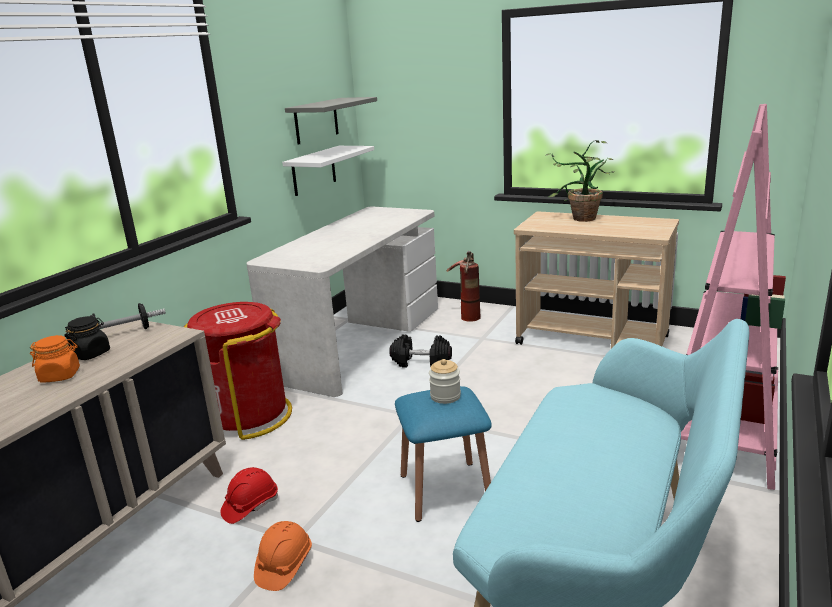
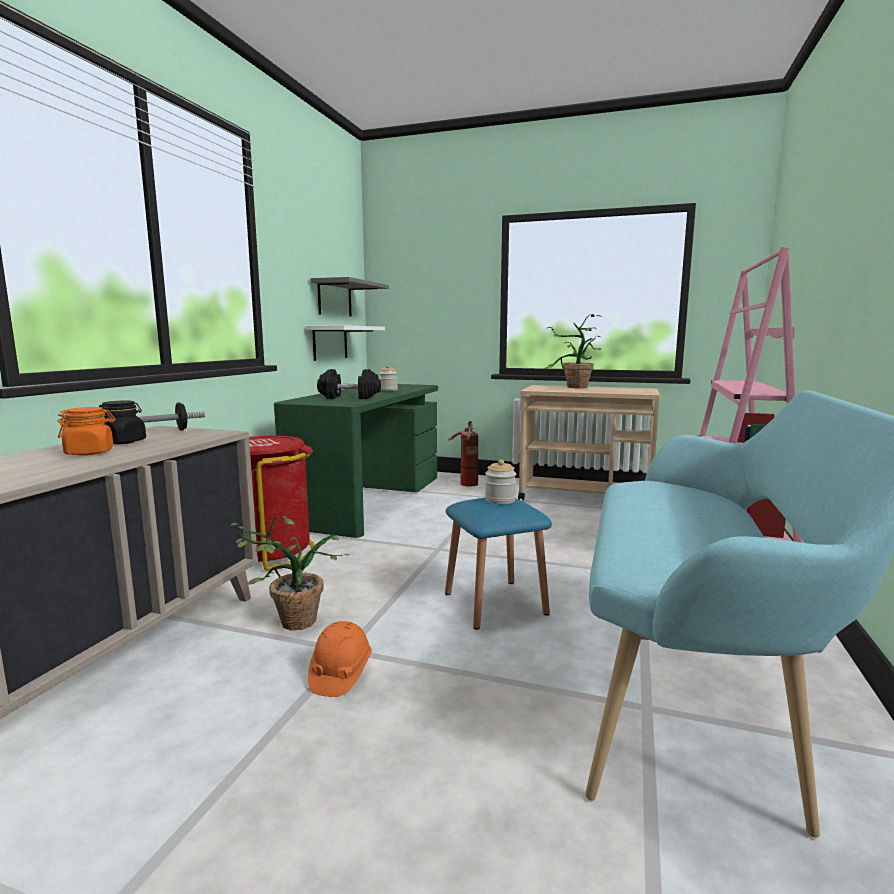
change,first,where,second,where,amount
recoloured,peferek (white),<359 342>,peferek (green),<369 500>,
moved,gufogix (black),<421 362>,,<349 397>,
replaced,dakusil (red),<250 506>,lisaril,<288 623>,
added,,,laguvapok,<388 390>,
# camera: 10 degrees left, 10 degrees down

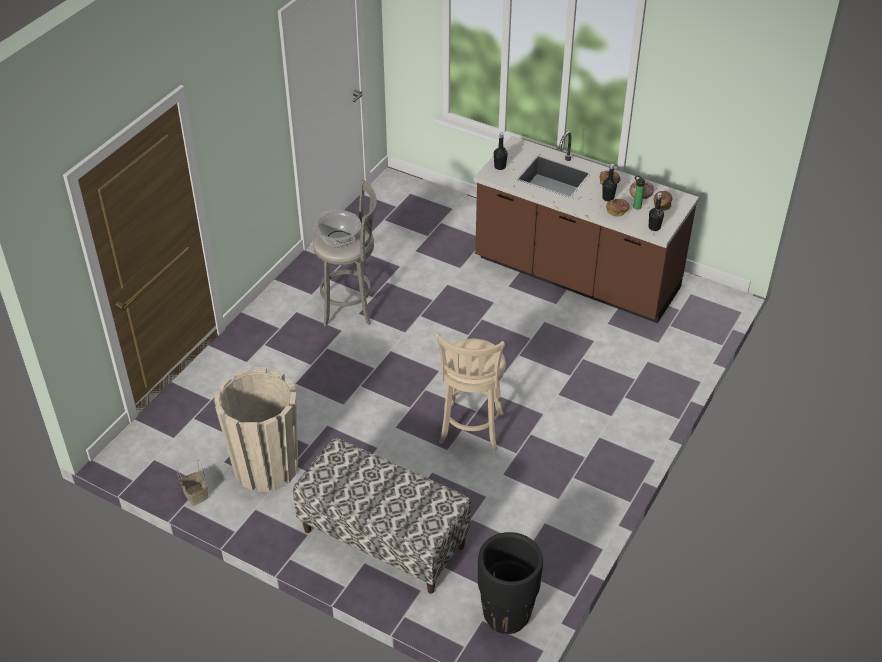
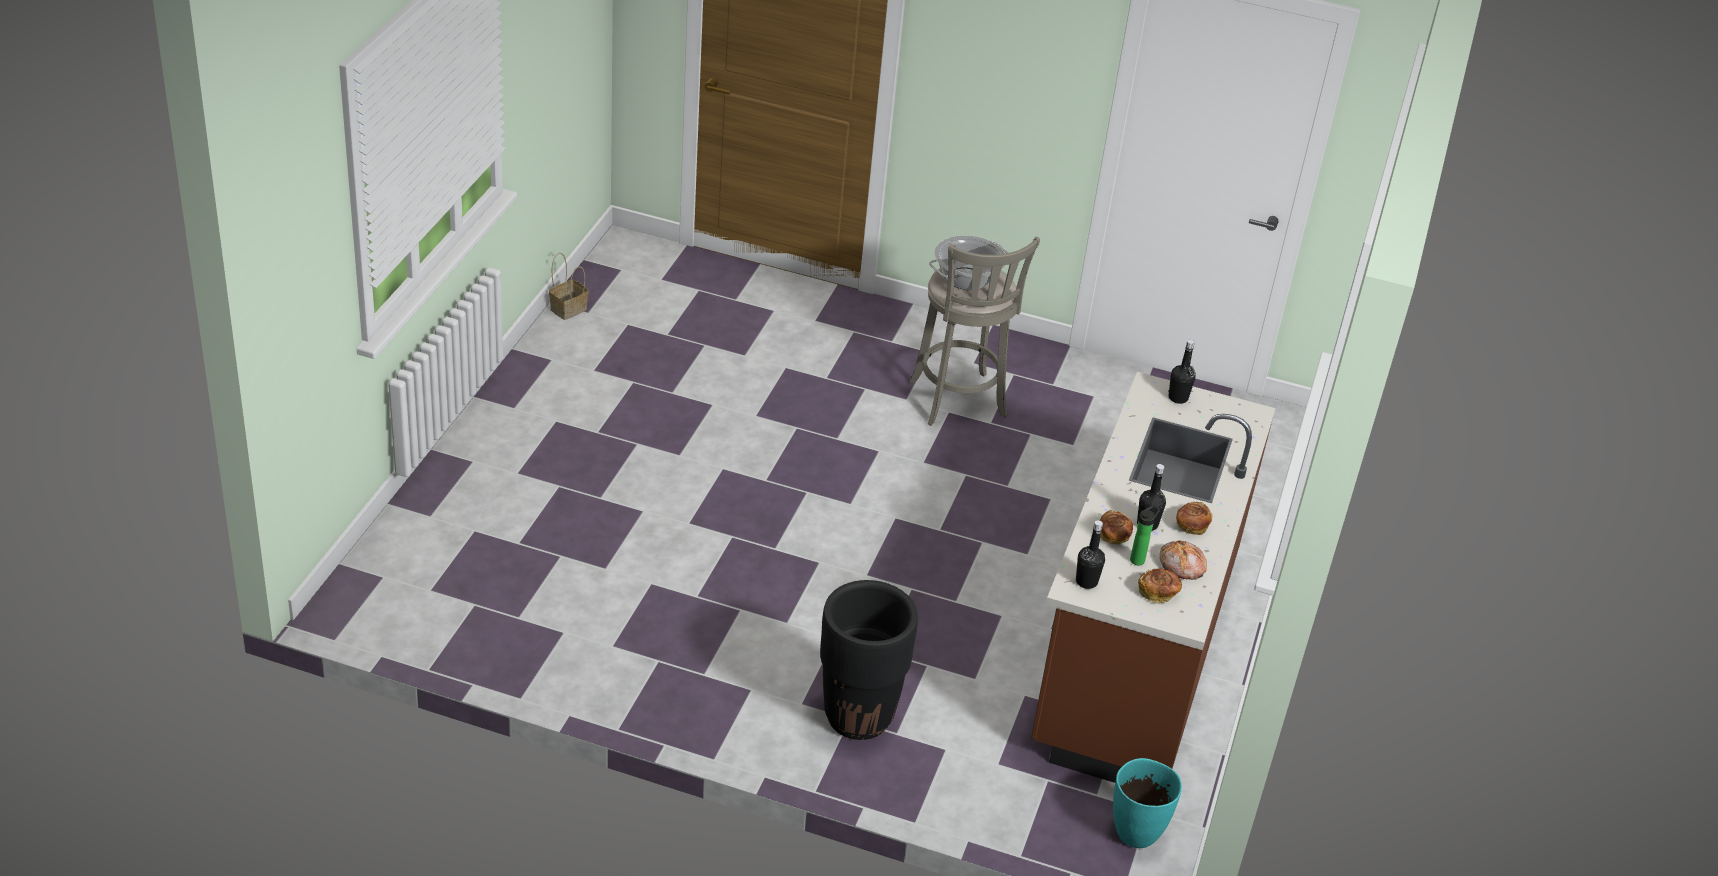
change,first,where,second,where,amount
removed,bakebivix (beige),<470 431>,,,
removed,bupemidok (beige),<266 466>,,,
removed,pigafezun,<383 539>,,,
moved,bupemidok (black),<507 616>,,<858 717>,
added,,,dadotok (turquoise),<1136 832>,
# camera: 75 degrees right, 5 degrees down

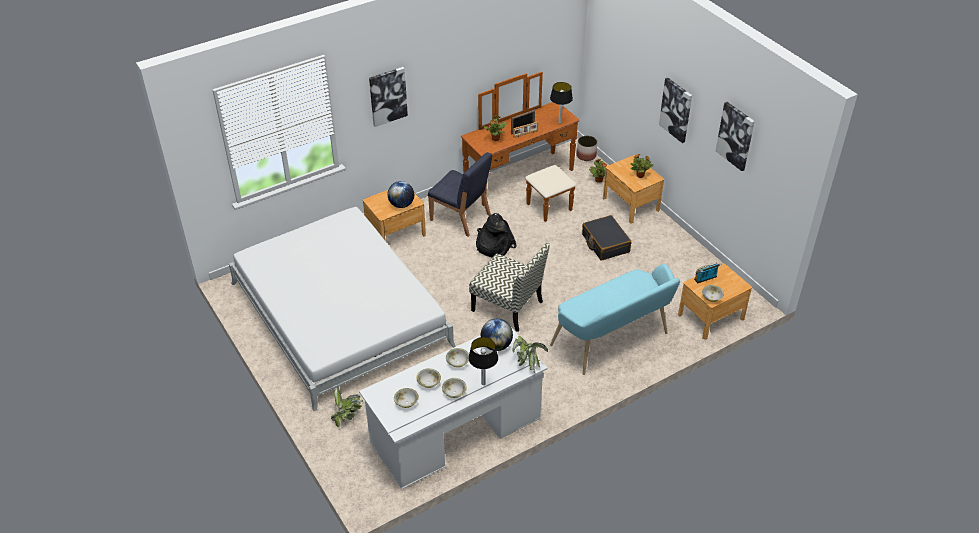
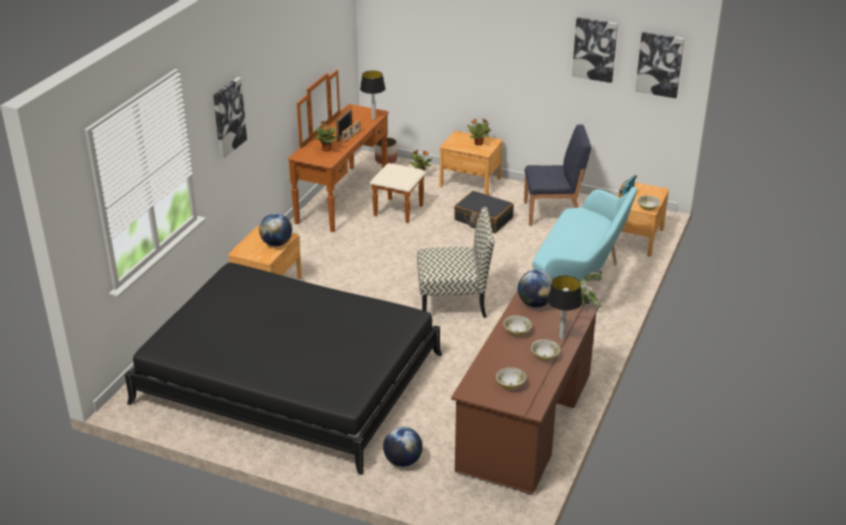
change,first,where,second,where,amount
moved,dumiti,<676 109>,,<659 64>,
moved,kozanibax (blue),<460 217>,,<553 213>,
recoloured,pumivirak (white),<340 314>,pumivirak (black),<289 378>,
removed,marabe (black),<493 245>,,,
recoloured,peferek (white),<456 432>,peferek (brown),<526 422>,
removed,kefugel,<429 382>,,,
replaced,lisaril,<347 416>,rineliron,<403 461>,
# camera: 35 degrees left, 10 degrees down

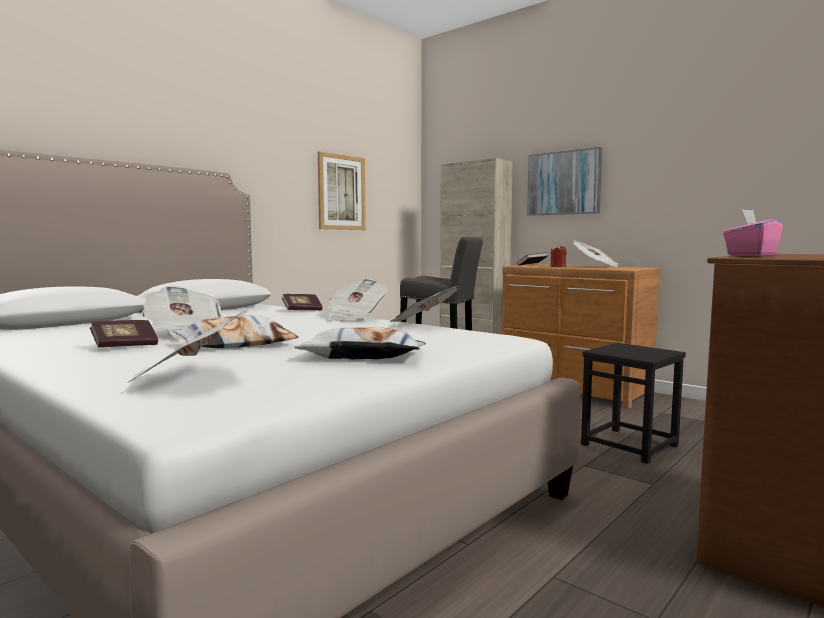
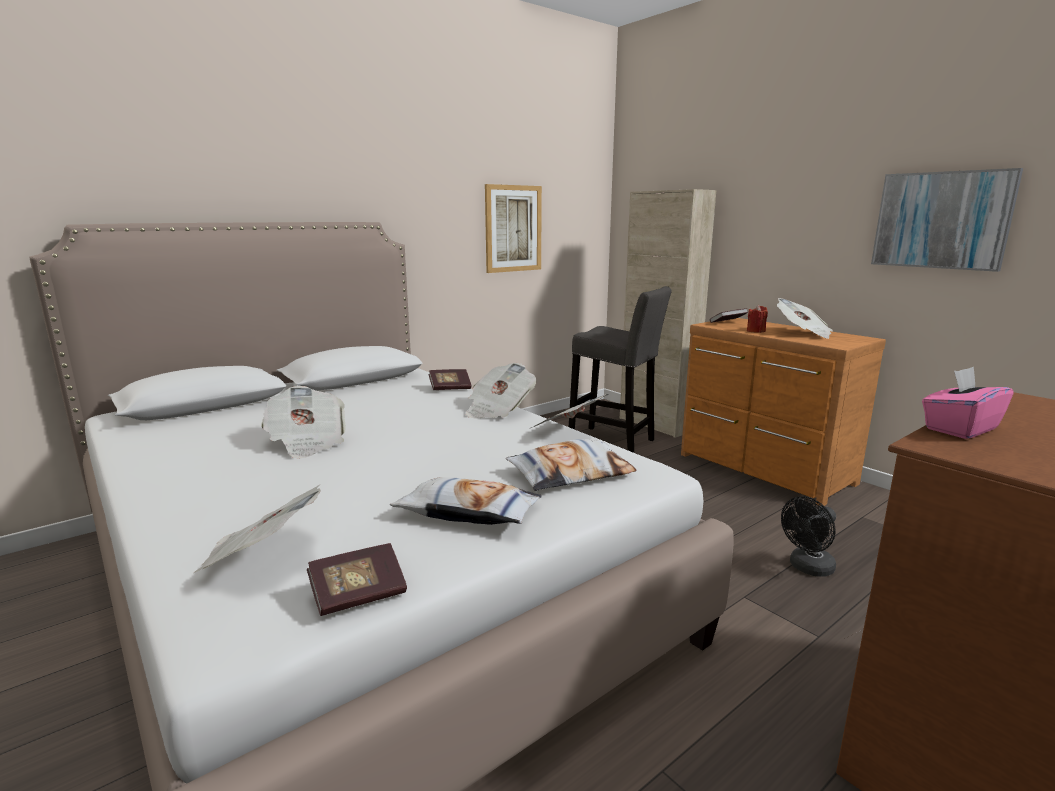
change,first,where,second,where,amount
moved,dumiti,<564 183>,,<941 220>,
moved,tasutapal,<237 344>,,<571 473>,
moved,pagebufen,<125 346>,,<359 595>,
replaced,bakebivix (black),<630 445>,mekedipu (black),<807 568>,
# camera: 10 degrees right, 10 degrees up

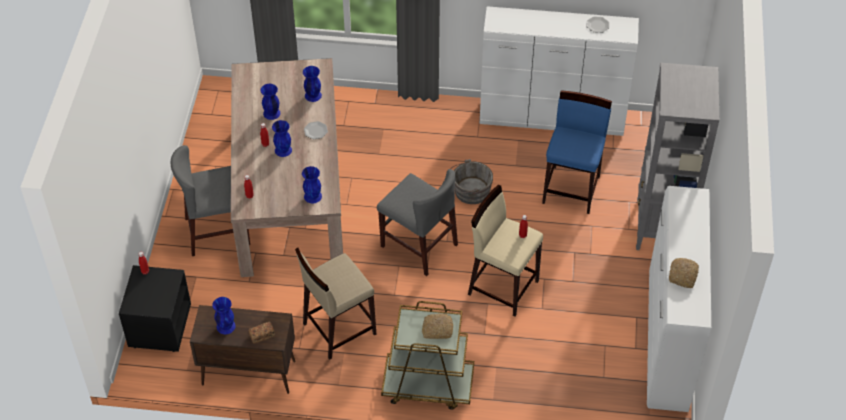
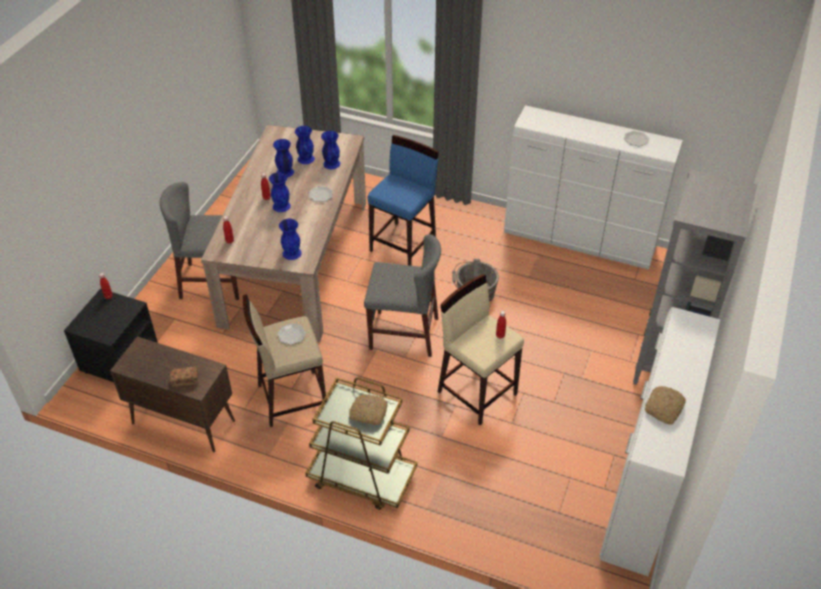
change,first,where,second,where,amount
moved,bakebivix (blue),<572 189>,,<403 245>,
turned,kozanibax (grey),<419 245>,,<404 333>,45 degrees counterclockwise
moved,dadotok (blue),<225 326>,,<305 158>,
added,,,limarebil,<291 335>,
# camera: 15 degrees right, 5 degrees down

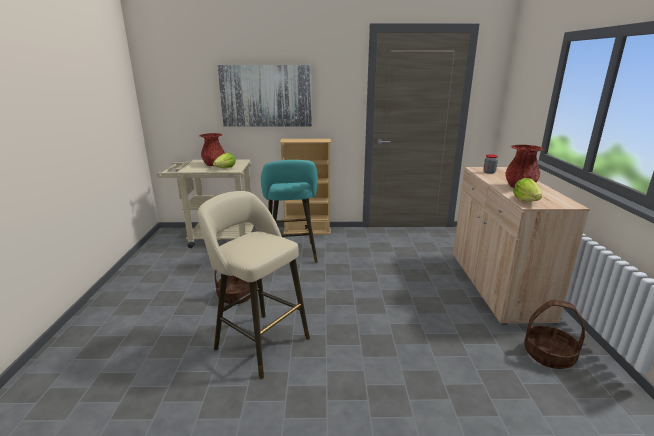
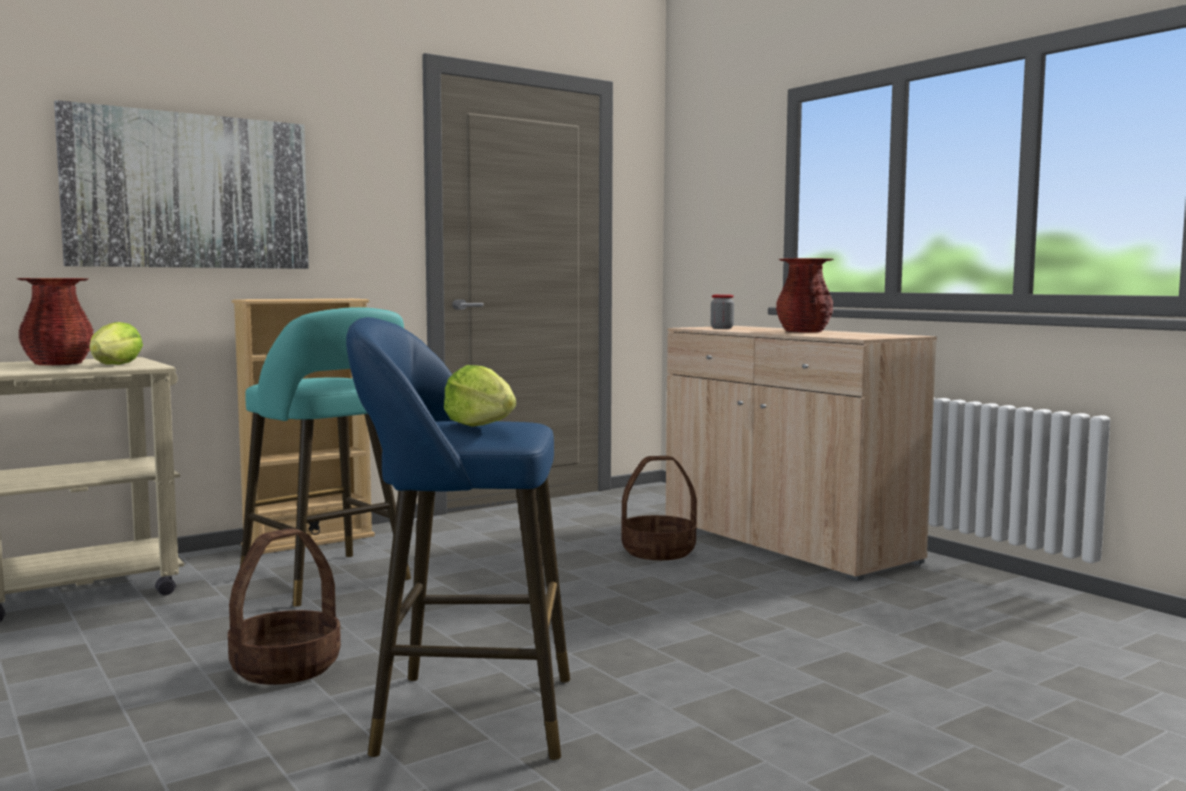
change,first,where,second,where,amount
moved,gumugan,<526 201>,,<481 426>,
recoloured,bakebivix (beige),<258 341>,bakebivix (blue),<462 715>,
moved,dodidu,<549 355>,,<658 551>,
# camera: 35 degrees left, 15 degrees down

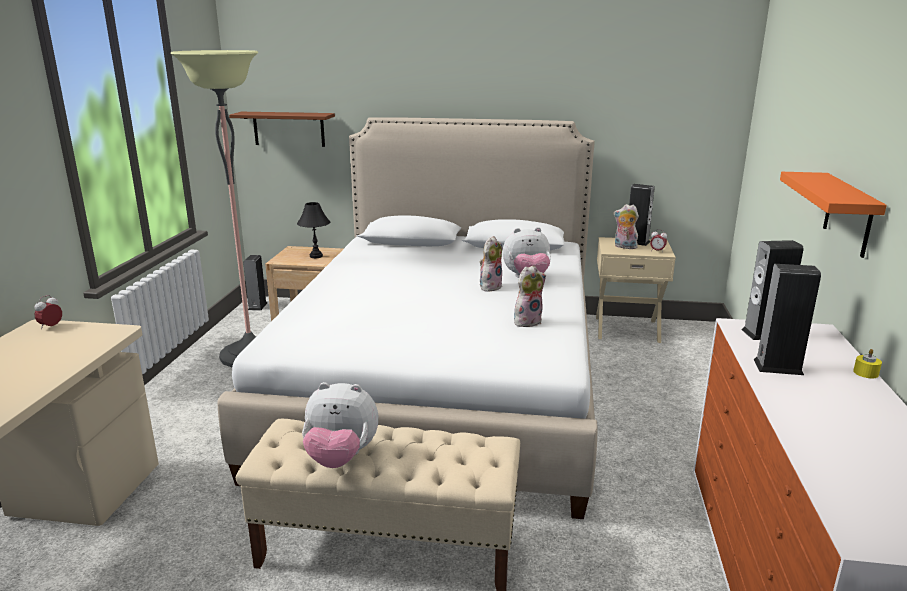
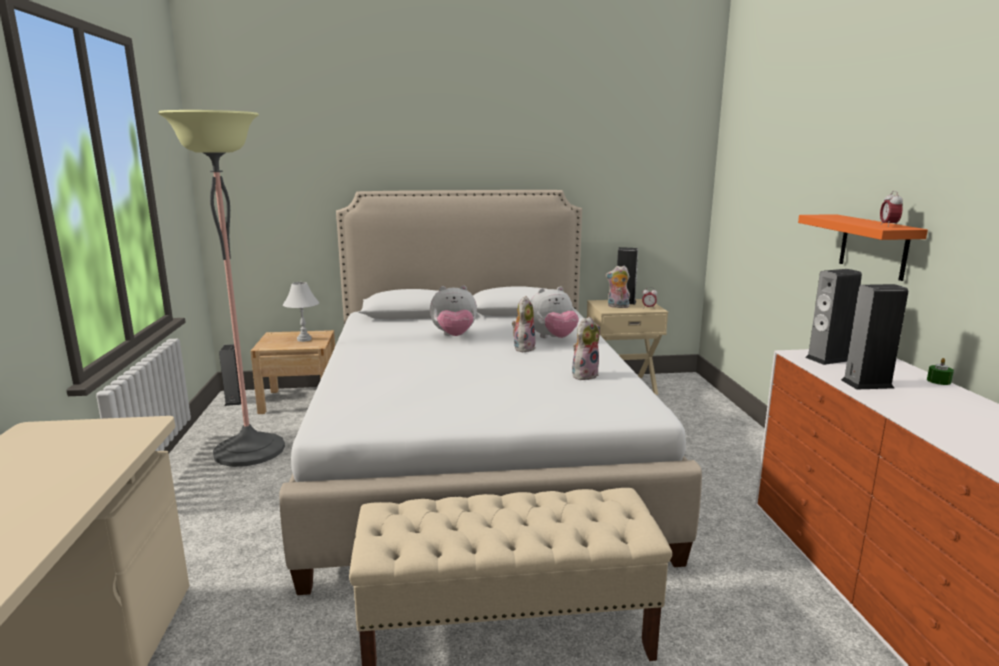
change,first,where,second,where,amount
removed,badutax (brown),<289 129>,,,
recoloured,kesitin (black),<316 256>,kesitin (white),<304 339>,
moved,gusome,<51 327>,,<888 226>,
recoloured,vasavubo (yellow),<865 373>,vasavubo (green),<938 381>,
moved,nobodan,<341 458>,,<454 336>,
# camera: 15 degrees left, 5 degrees down

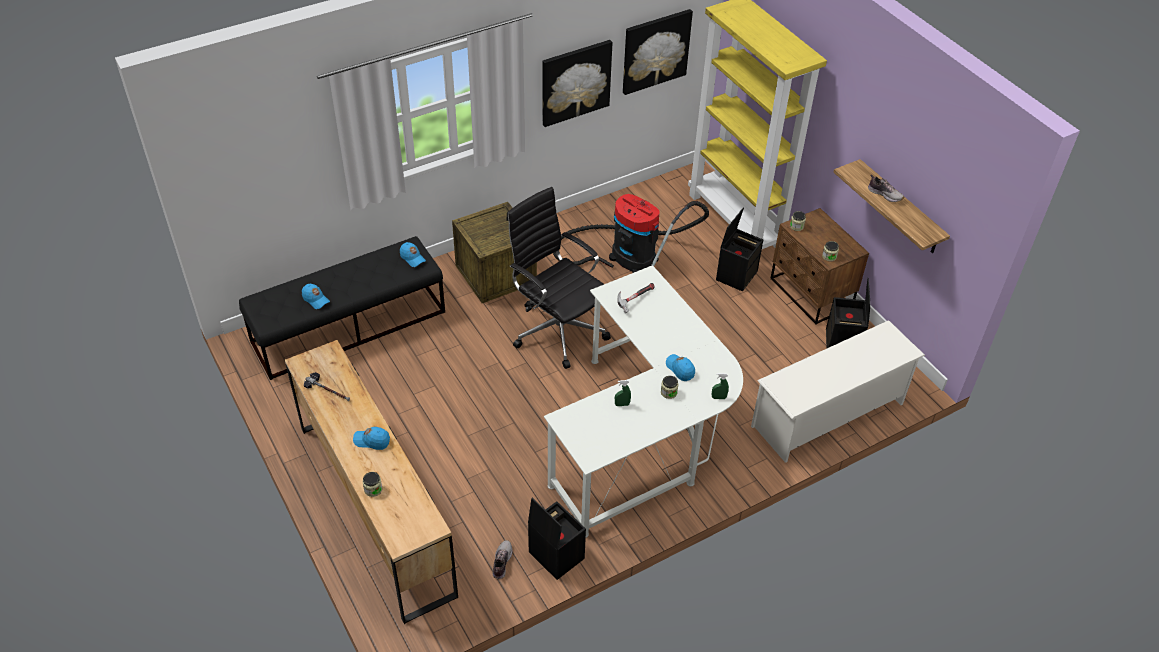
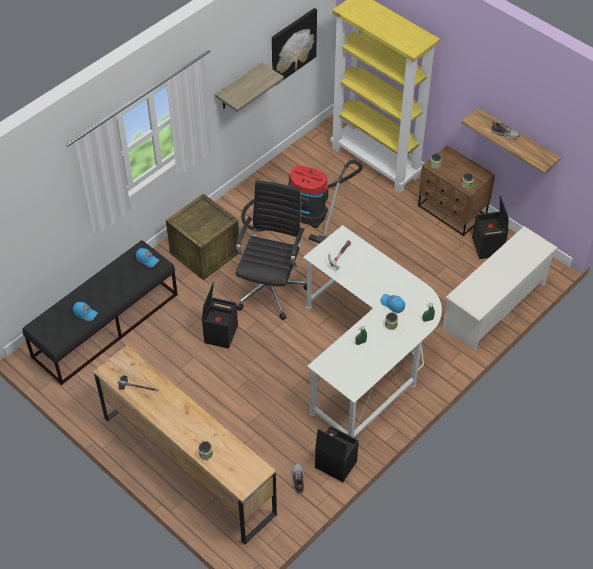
change,first,where,second,where,amount
replaced,dumiti,<575 82>,badutax,<239 87>,
turned,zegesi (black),<557 329>,,<271 287>,75 degrees clockwise
moved,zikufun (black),<736 275>,,<220 333>,
removed,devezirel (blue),<372 441>,,,
# camera: 15 degrees left, 5 degrees up

